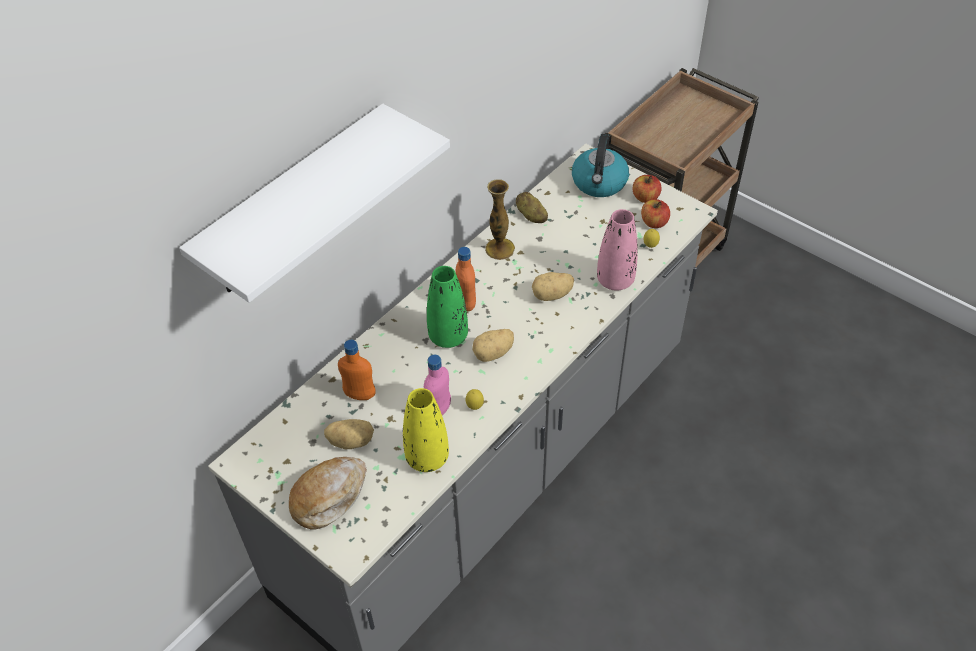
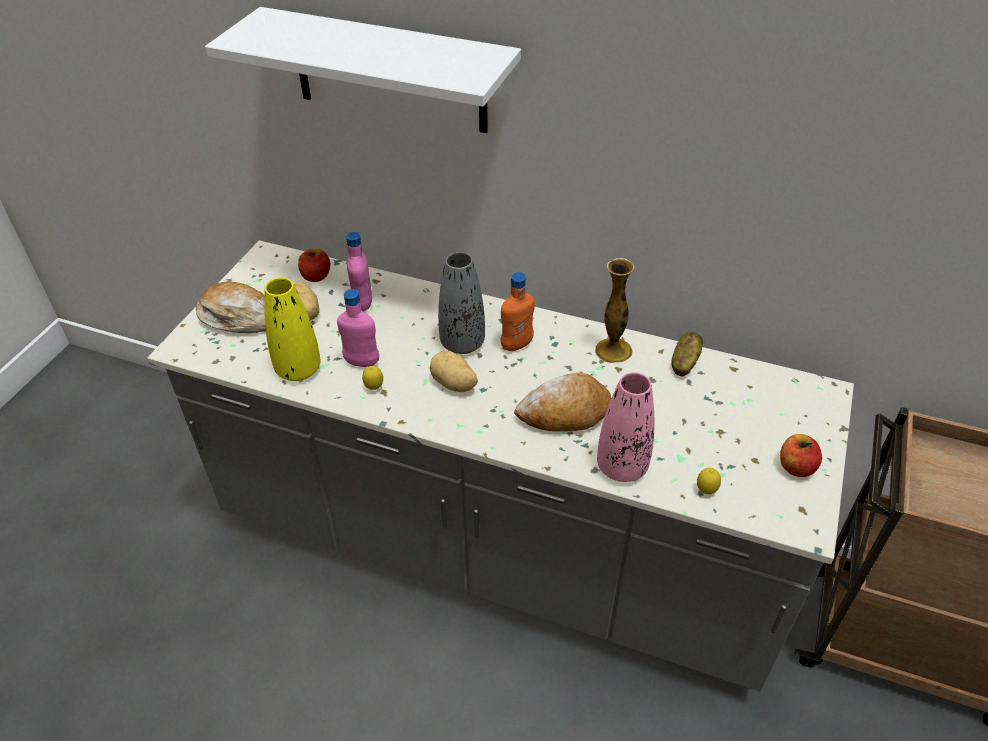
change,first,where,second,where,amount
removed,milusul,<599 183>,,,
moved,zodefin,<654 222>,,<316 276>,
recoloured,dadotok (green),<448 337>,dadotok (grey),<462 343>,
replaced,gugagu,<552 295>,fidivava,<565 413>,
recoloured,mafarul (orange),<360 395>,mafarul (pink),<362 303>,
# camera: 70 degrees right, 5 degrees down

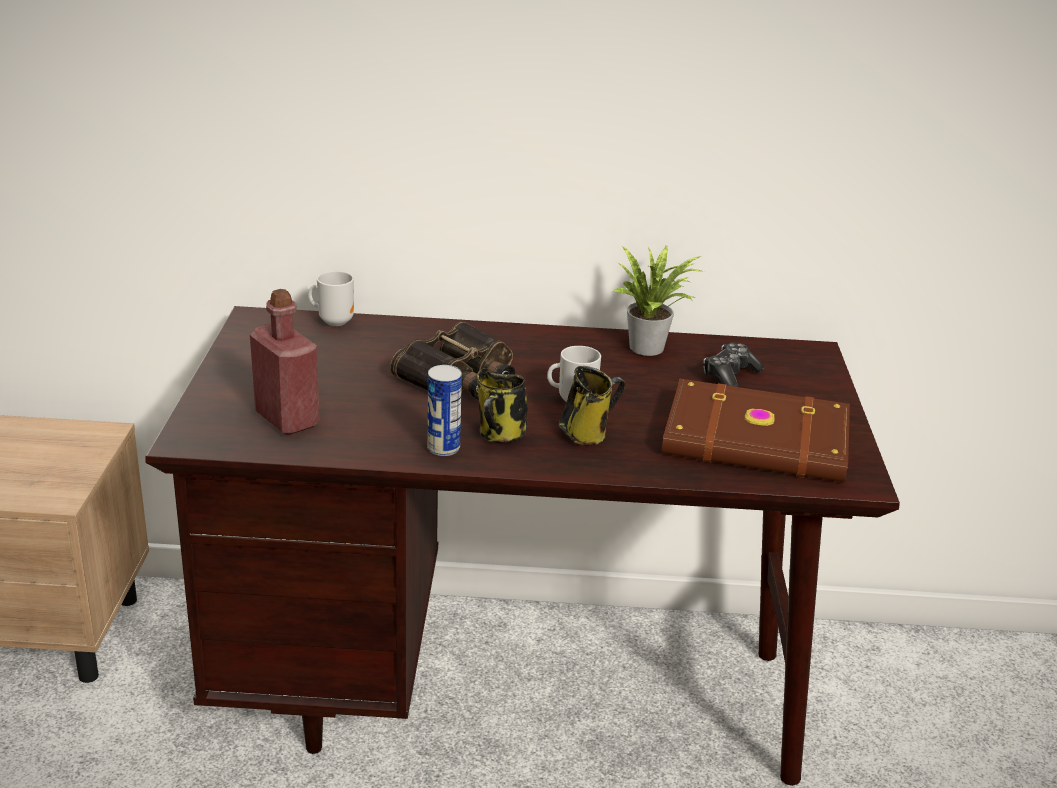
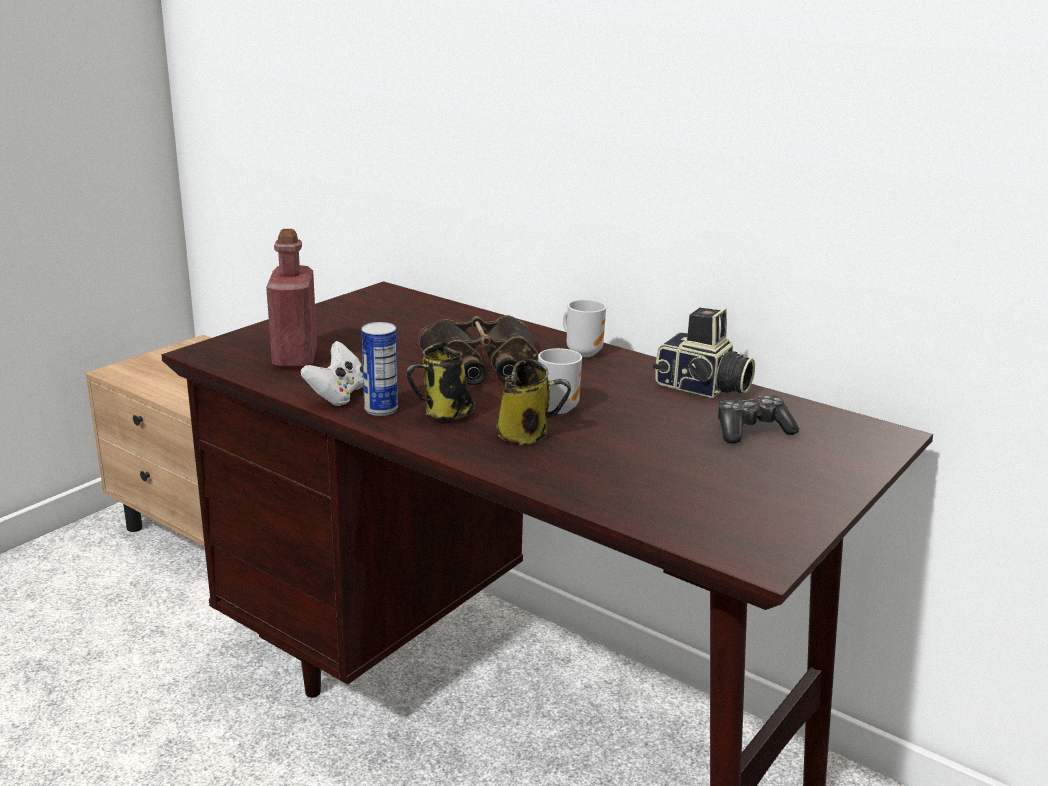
change,first,where,second,where,amount
replaced,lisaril,<651 348>,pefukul,<702 388>,
moved,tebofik,<334 321>,,<583 352>,
removed,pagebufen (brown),<757 441>,,,
added,,,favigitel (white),<338 395>,
# camera: 35 degrees right, 5 degrees down

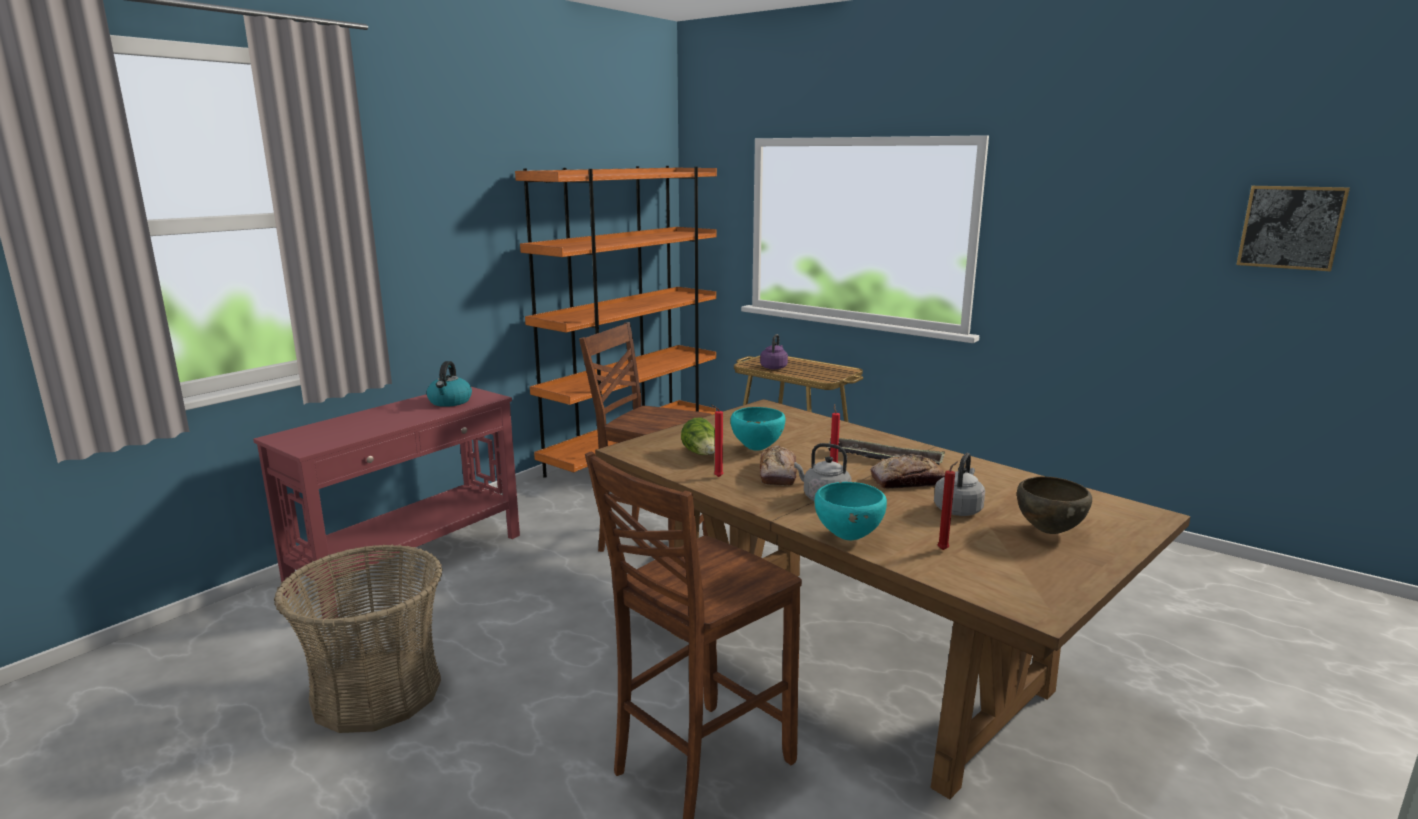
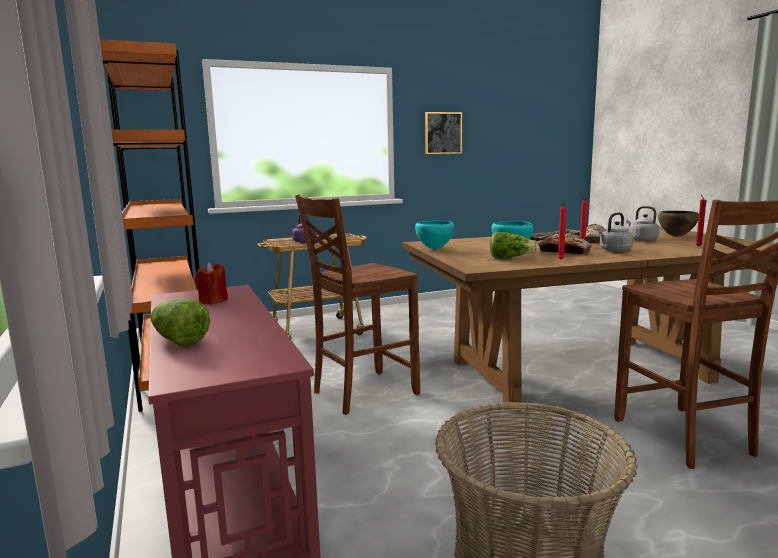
change,first,where,second,where,amount
moved,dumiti,<1291 227>,,<443 133>,
replaced,milusul,<450 402>,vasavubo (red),<213 301>,
moved,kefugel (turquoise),<848 537>,,<434 249>,
added,,,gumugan,<178 340>,
# camera: 60 degrees left, 5 degrees down

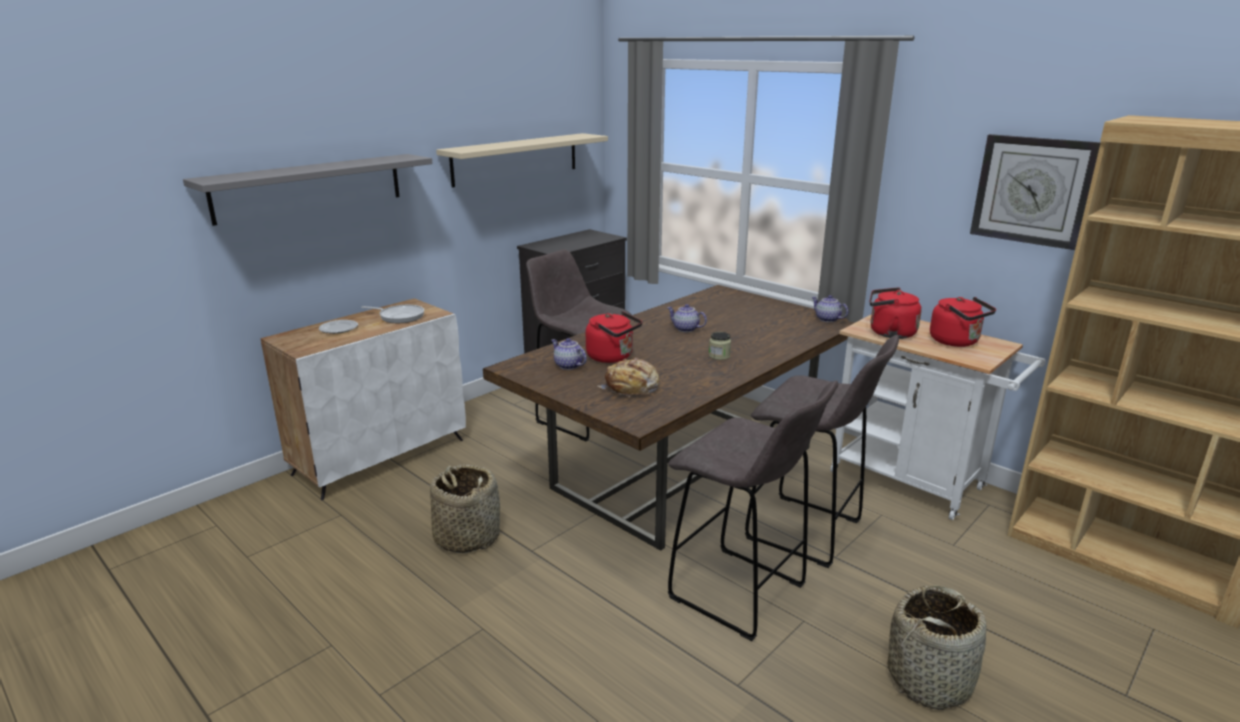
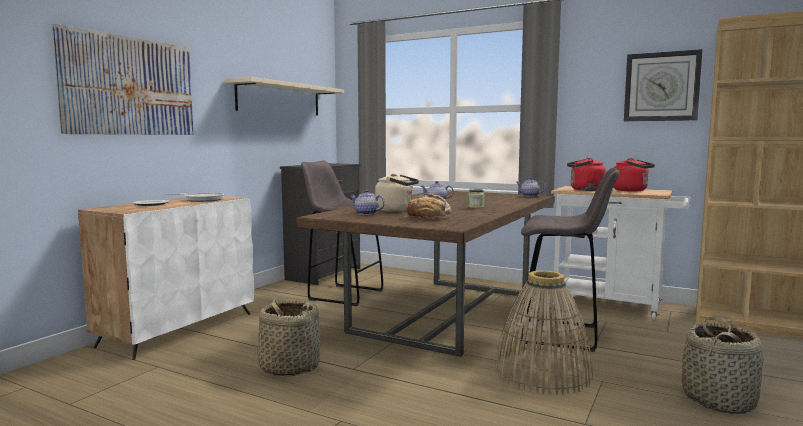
change,first,where,second,where,amount
replaced,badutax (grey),<310 187>,dumiti,<129 86>,
recoloured,milusul (red),<612 357>,milusul (beige),<397 210>,
replaced,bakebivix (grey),<740 594>,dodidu,<542 372>,
# camera: 15 degrees left, 15 degrees down

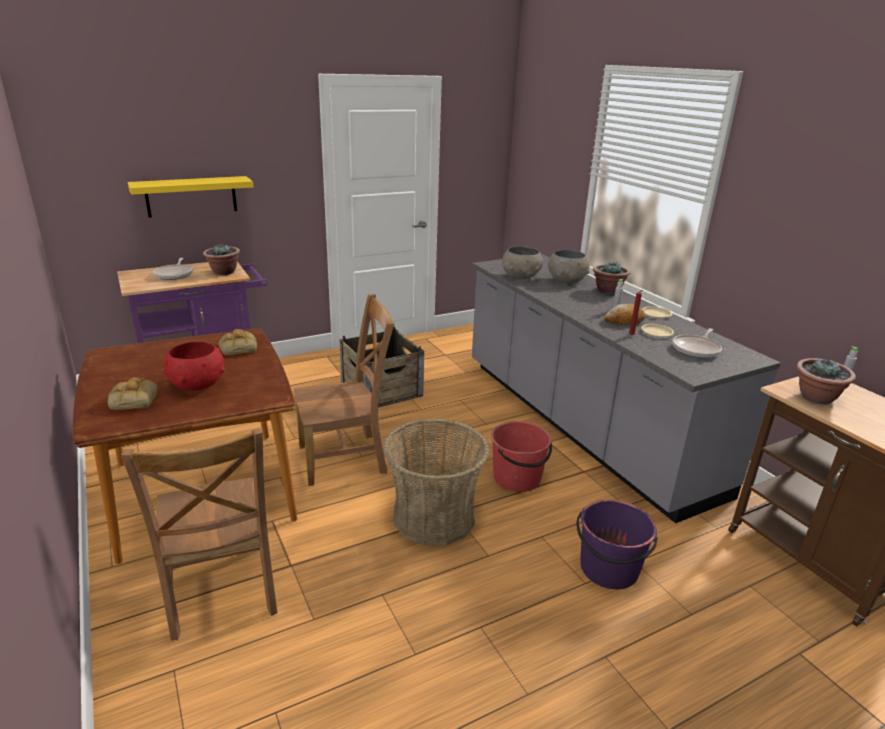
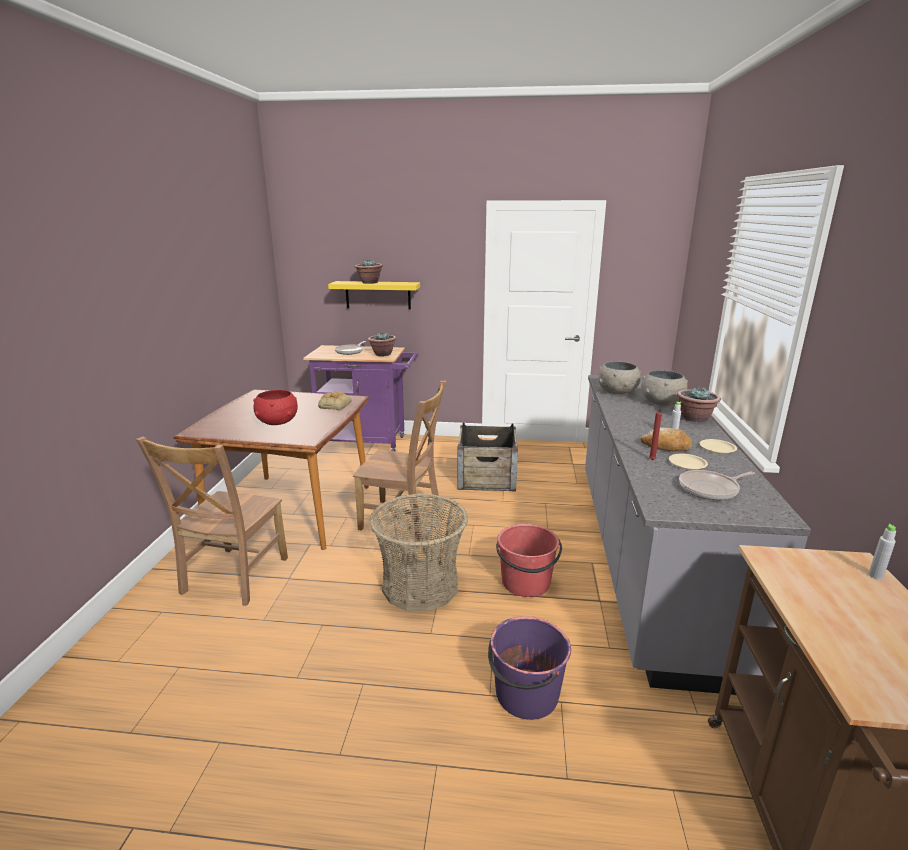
change,first,where,second,where,amount
moved,lisaril,<816 398>,,<369 282>,
removed,fidivava,<133 399>,,,
# camera: 35 degrees right, 5 degrees down

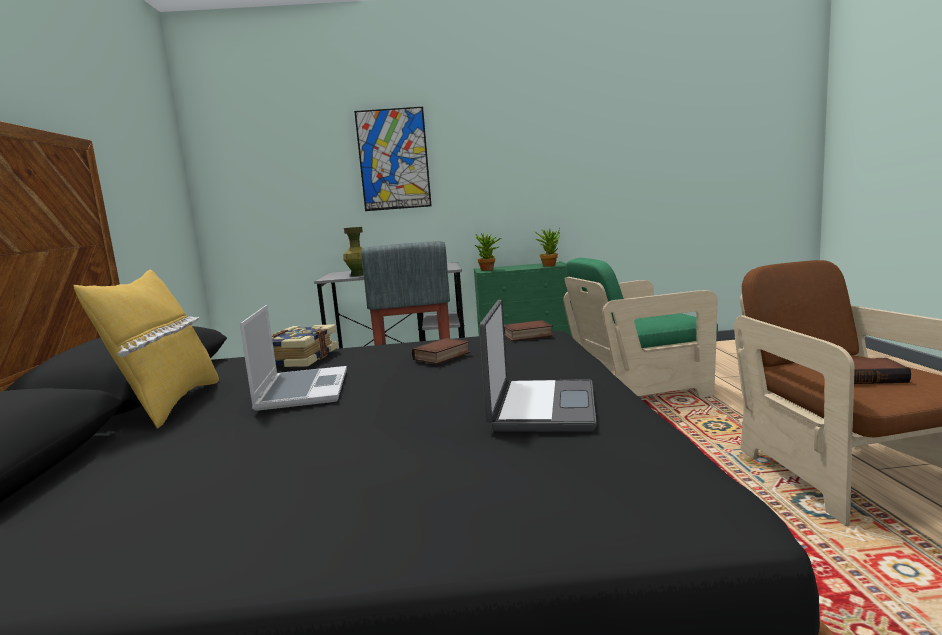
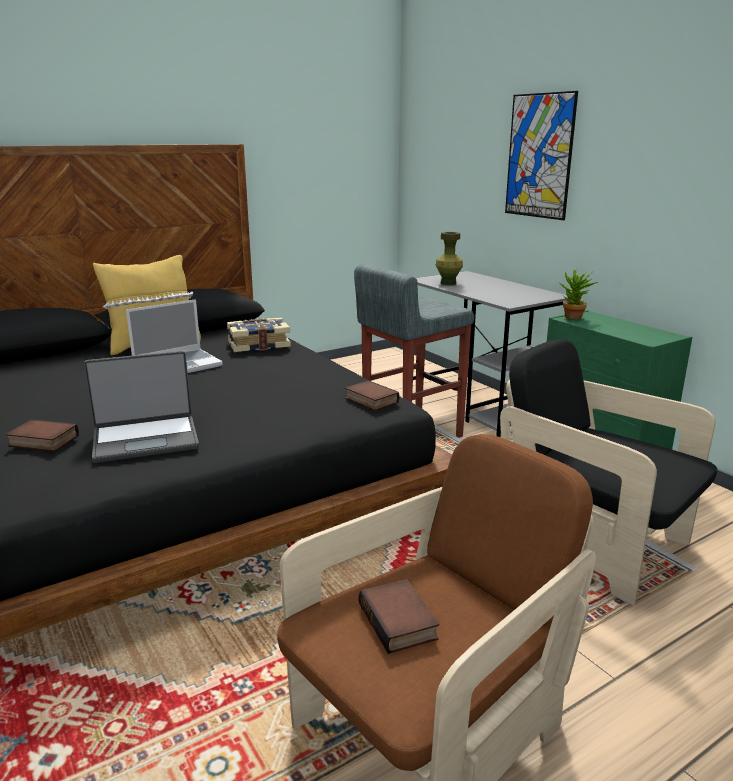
change,first,where,second,where,amount
removed,lisaril,<550 265>,,,
recoloured,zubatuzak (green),<639 390>,zubatuzak (black),<593 544>,
moved,pagebufen,<442 356>,,<42 441>,
# camera: 60 degrees right, 10 degrees up

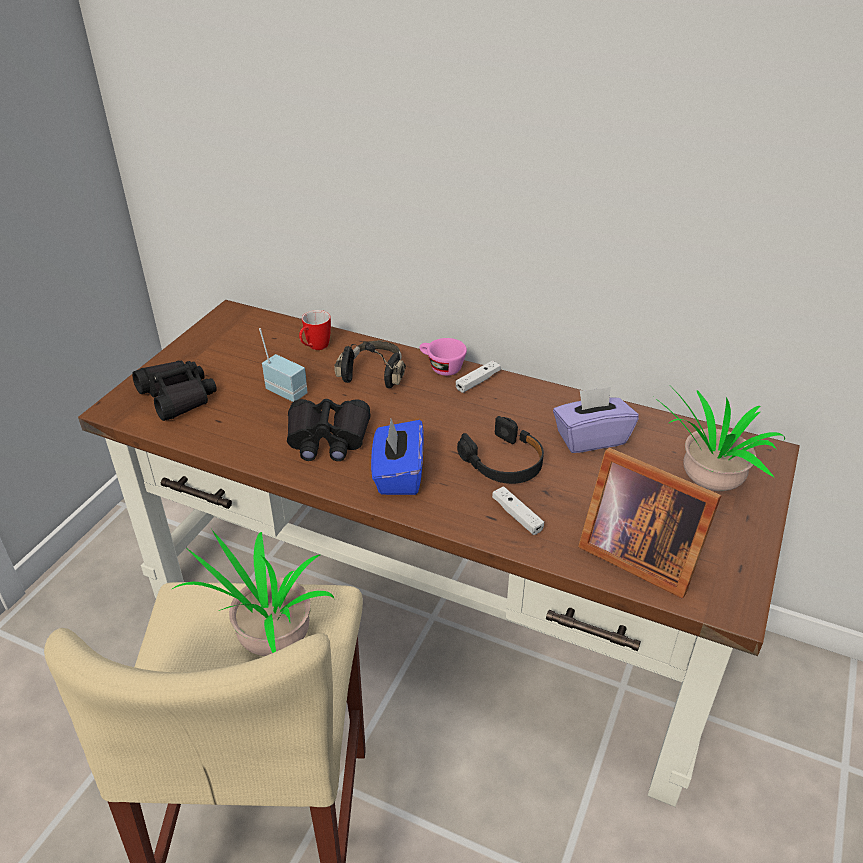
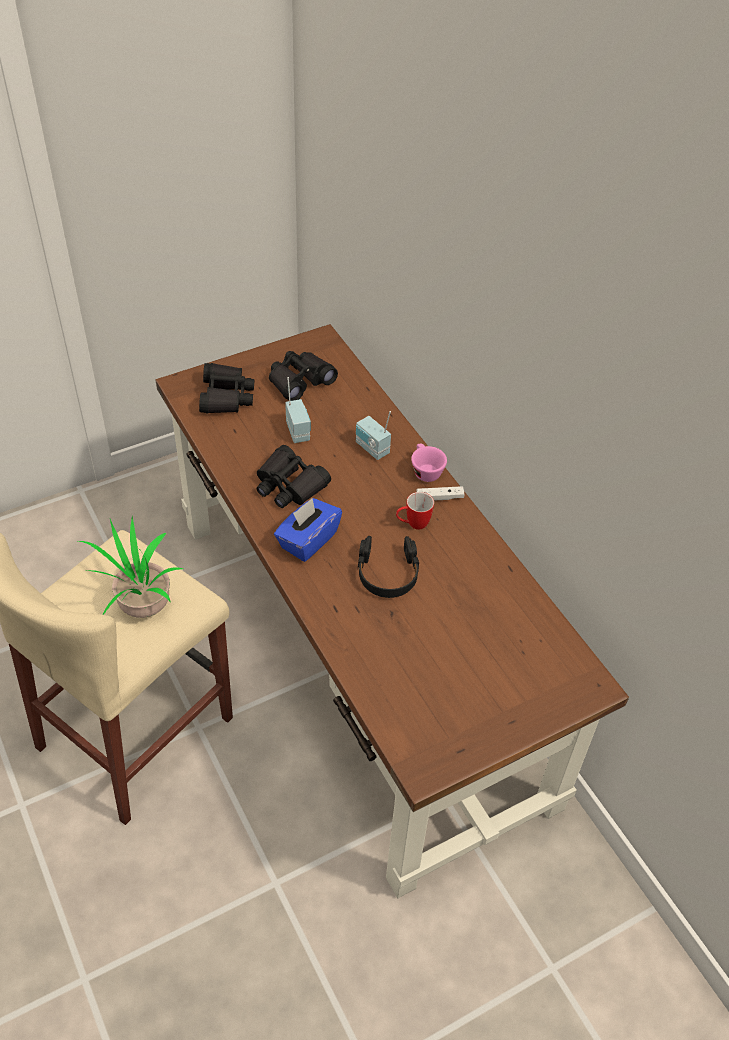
change,first,where,second,where,amount
moved,tebofik,<315 348>,,<412 524>,
replaced,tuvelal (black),<374 374>,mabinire,<371 449>,
removed,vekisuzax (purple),<591 438>,,,
removed,lisaril,<707 486>,,,
removed,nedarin,<636 554>,,,
removed,favigitel (white),<517 515>,,,
added,,,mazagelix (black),<300 381>,
# camera: 35 degrees right, 10 degrees up

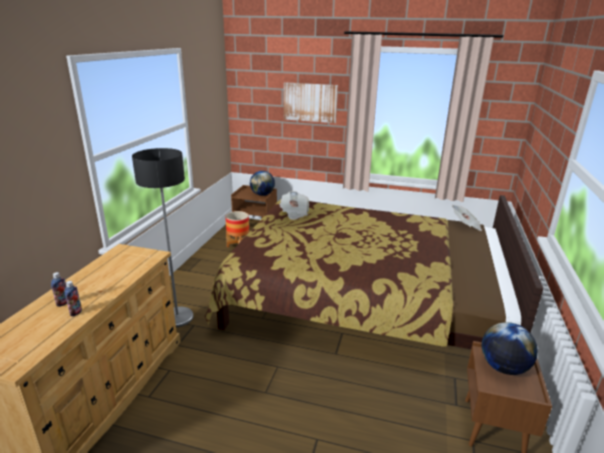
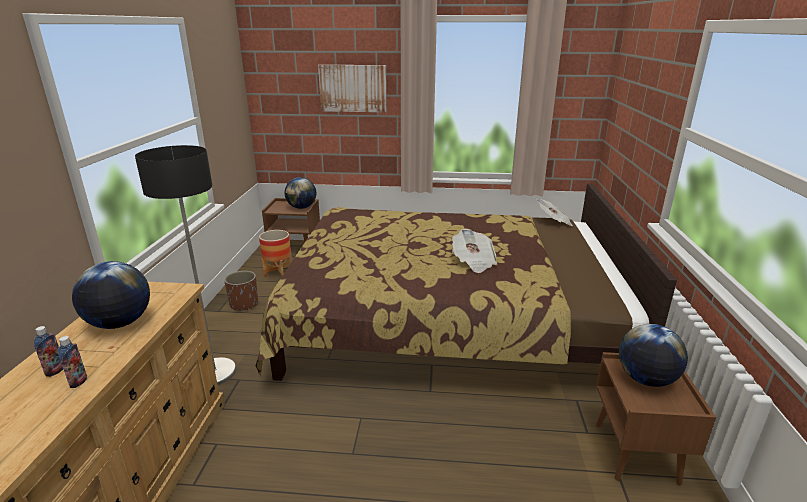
change,first,where,second,where,amount
moved,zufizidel,<294 213>,,<473 262>,
added,,,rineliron,<120 323>,
added,,,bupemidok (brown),<244 304>,
# camera: 10 degrees left, 0 degrees up

